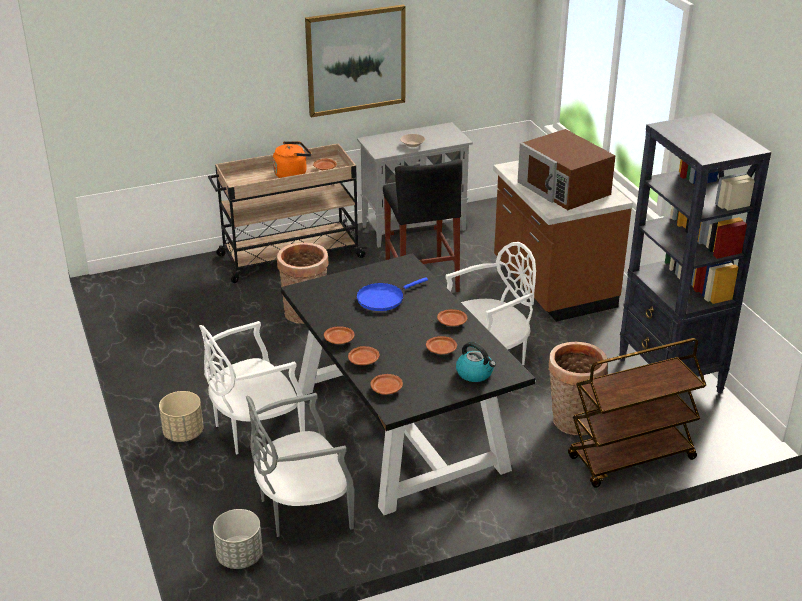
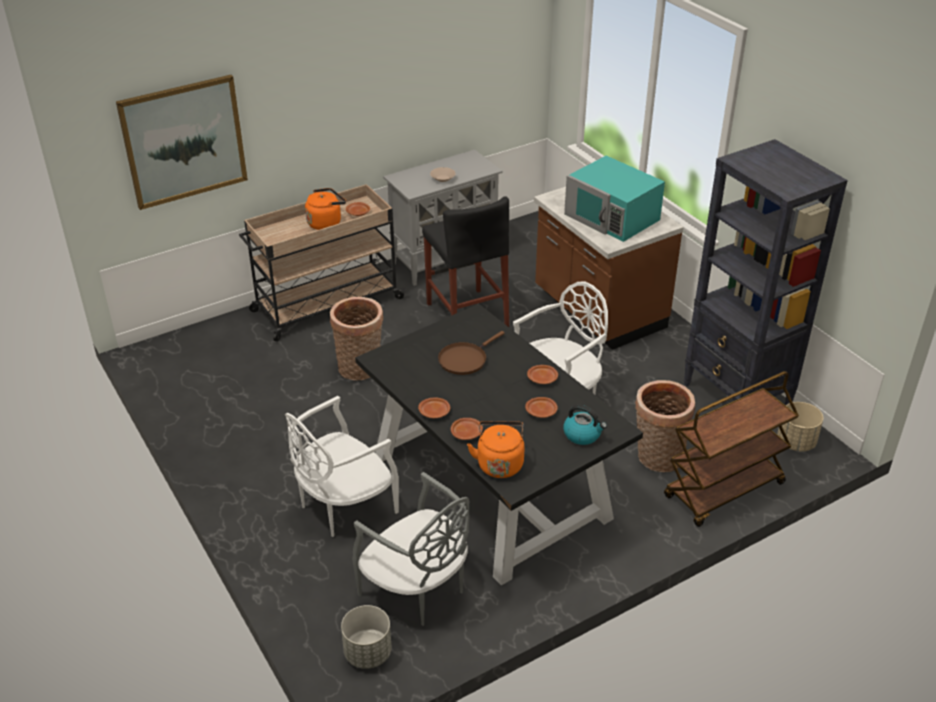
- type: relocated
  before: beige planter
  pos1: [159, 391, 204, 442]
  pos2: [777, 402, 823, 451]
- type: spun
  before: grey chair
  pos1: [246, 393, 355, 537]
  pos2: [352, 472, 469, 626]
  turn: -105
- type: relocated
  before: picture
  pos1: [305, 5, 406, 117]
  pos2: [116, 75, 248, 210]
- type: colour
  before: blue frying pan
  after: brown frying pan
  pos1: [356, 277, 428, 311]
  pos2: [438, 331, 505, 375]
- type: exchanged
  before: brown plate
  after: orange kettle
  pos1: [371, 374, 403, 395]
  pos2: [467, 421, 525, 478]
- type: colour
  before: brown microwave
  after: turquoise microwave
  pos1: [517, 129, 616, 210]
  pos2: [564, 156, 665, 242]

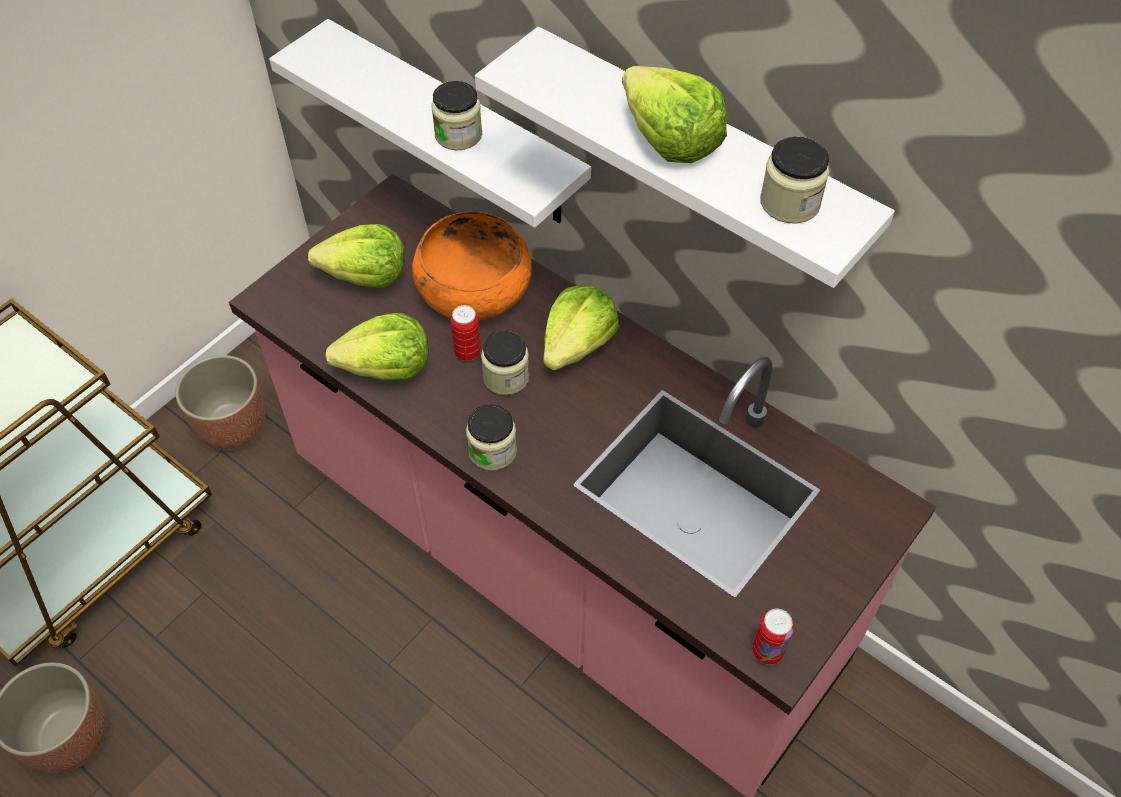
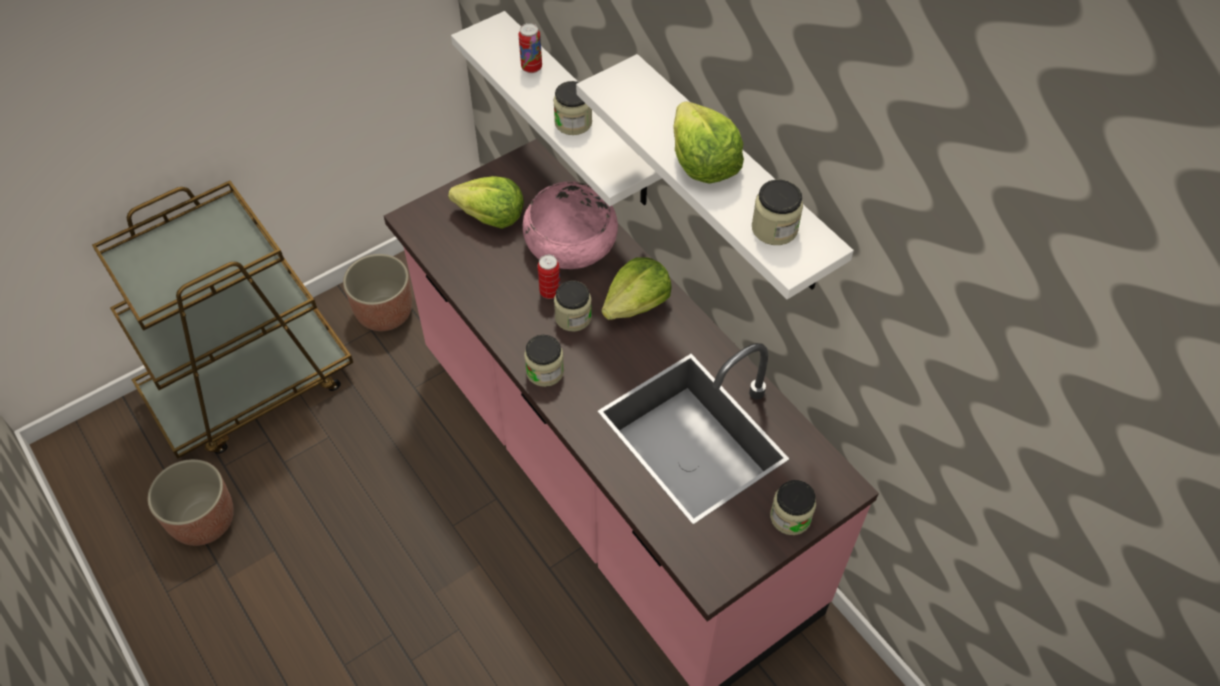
- type: missing
  before: lettuce
  pos1: [325, 313, 428, 380]
- type: colour
  before: orange bowl
  after: pink bowl
  pos1: [412, 211, 531, 320]
  pos2: [523, 182, 618, 269]
- type: relocated
  before: can
  pos1: [752, 609, 794, 665]
  pos2: [519, 23, 542, 73]
- type: appeared
  after: jar
  pos2: [770, 480, 816, 535]

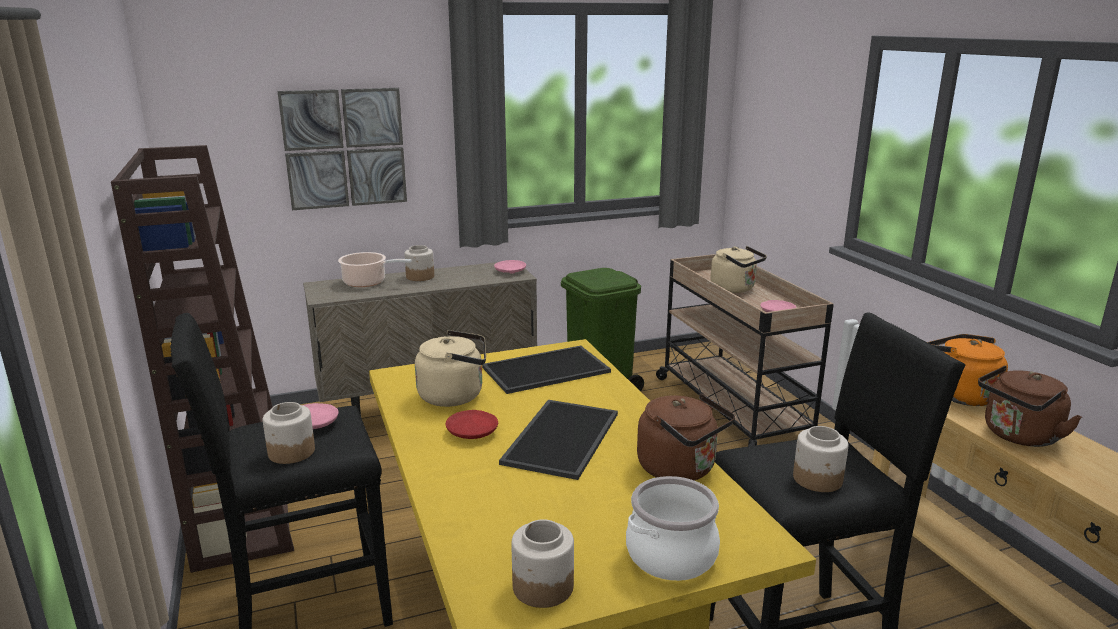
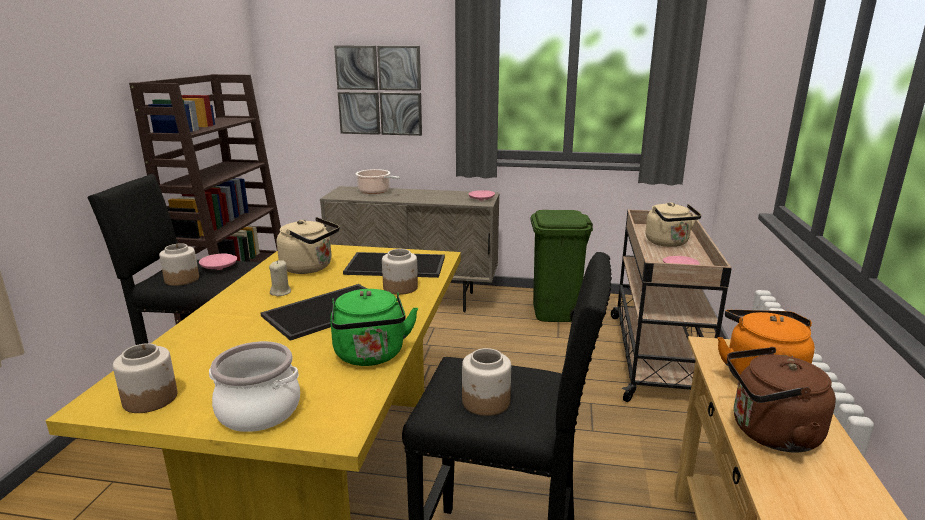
- type: relocated
  before: jar
  pos1: [404, 245, 434, 281]
  pos2: [382, 249, 418, 295]
- type: exchanged
  before: red plate
  after: beige candle
  pos1: [446, 410, 498, 439]
  pos2: [269, 260, 291, 296]
- type: colour
  before: brown kettle
  after: green kettle
  pos1: [637, 393, 735, 481]
  pos2: [330, 289, 418, 366]

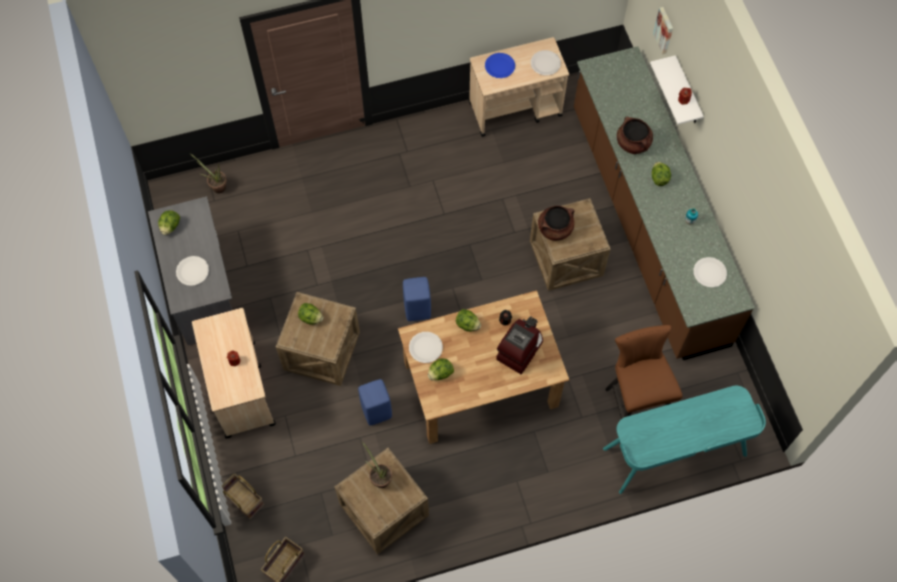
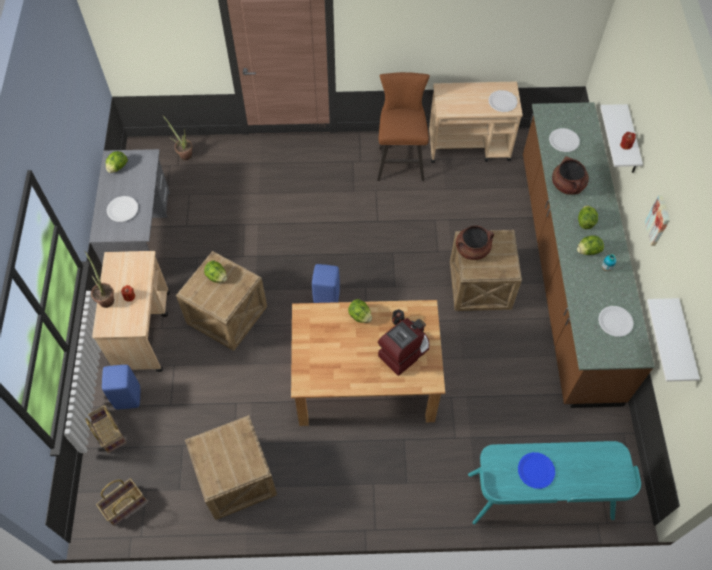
- type: relocated
  before: blue stool
  pos1: [358, 379, 392, 426]
  pos2: [102, 365, 140, 409]
- type: relocated
  before: potted plant
  pos1: [361, 441, 392, 488]
  pos2: [85, 251, 114, 308]
- type: relocated
  before: white plate
  pos1: [409, 332, 443, 363]
  pos2: [549, 128, 580, 152]
- type: relocated
  before: lettuce
  pos1: [428, 358, 454, 380]
  pos2: [577, 235, 604, 255]
- type: relocated
  before: blue plate
  pos1: [485, 53, 515, 78]
  pos2: [518, 452, 555, 489]
- type: relocated
  before: brown stool
  pos1: [605, 325, 683, 435]
  pos2: [377, 72, 430, 181]
- type: relocated
  before: picture
  pos1: [653, 7, 673, 54]
  pos2: [645, 195, 670, 246]
- type: appeared
  after: white shelf
  pos2: [647, 298, 700, 382]

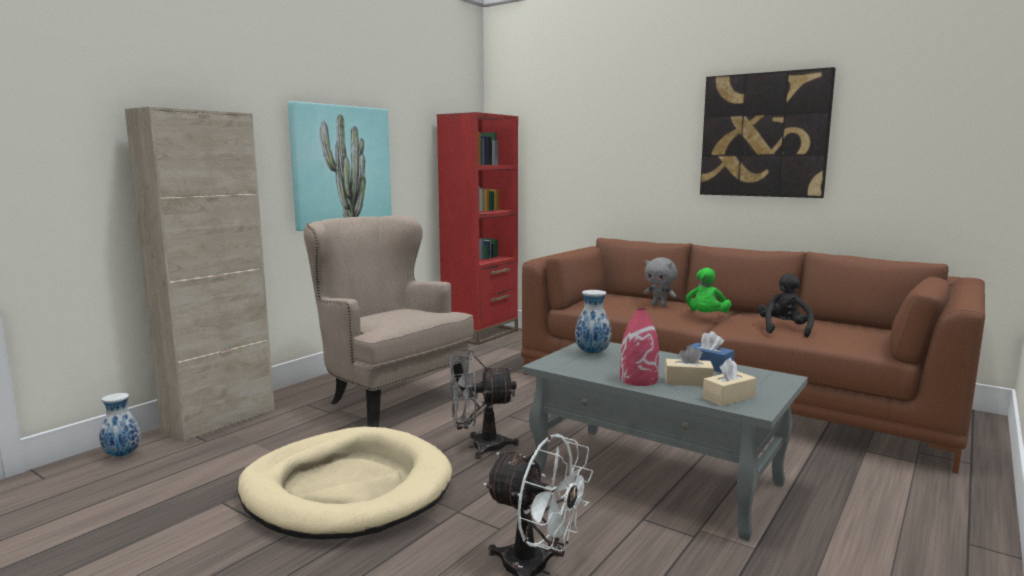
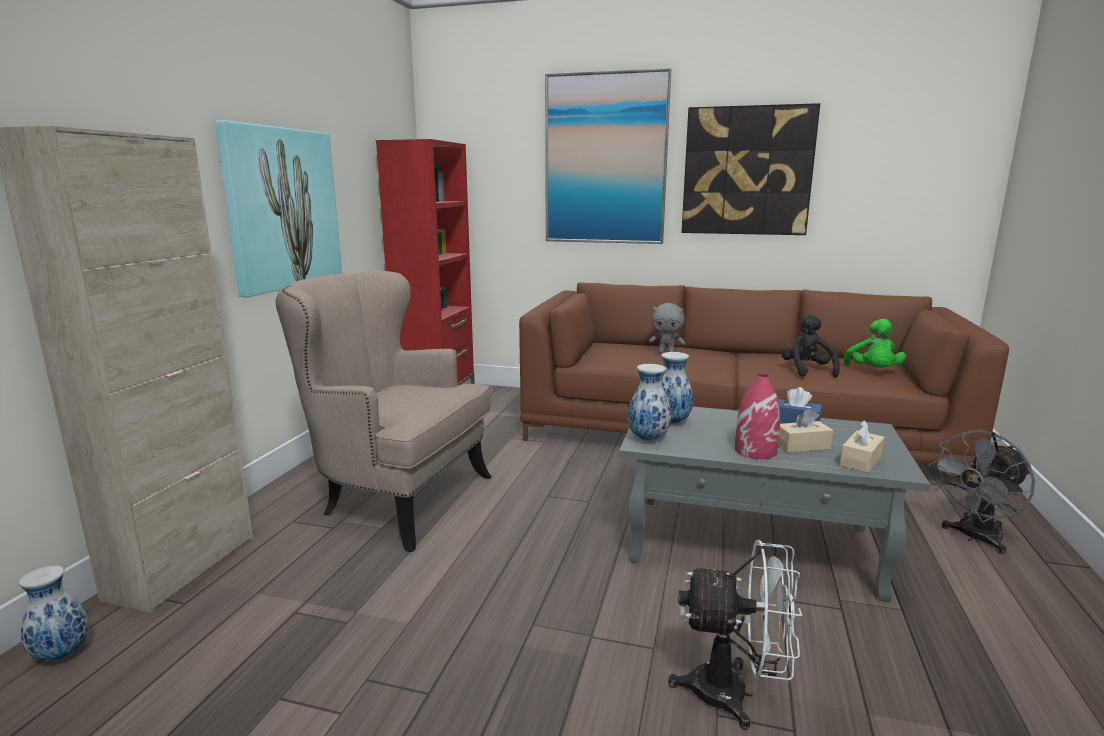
- type: missing
  before: beige dog bed
  pos1: [238, 427, 452, 540]
- type: relocated
  before: grey fan
  pos1: [450, 349, 519, 459]
  pos2: [929, 430, 1035, 554]
- type: relocated
  before: green plush toy
  pos1: [686, 268, 732, 313]
  pos2: [844, 319, 906, 367]
- type: appeared
  after: picture
  pos2: [545, 68, 671, 244]
- type: appeared
  after: vase
  pos2: [628, 364, 671, 441]

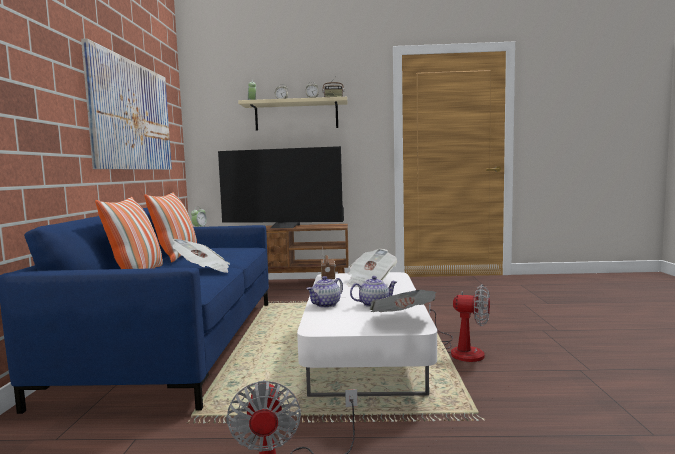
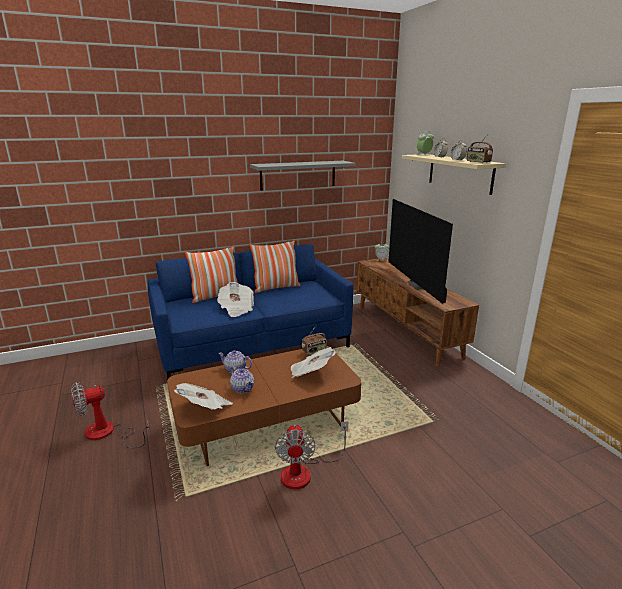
- type: exchanged
  before: picture
  after: grey shelf
  pos1: [81, 38, 172, 170]
  pos2: [250, 161, 356, 190]
- type: colour
  before: white coffee table
  after: brown coffee table
  pos1: [297, 272, 437, 397]
  pos2: [167, 346, 362, 466]

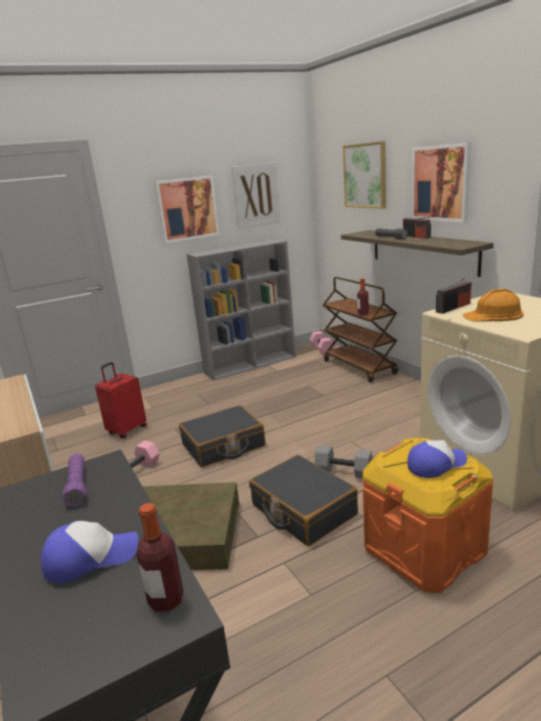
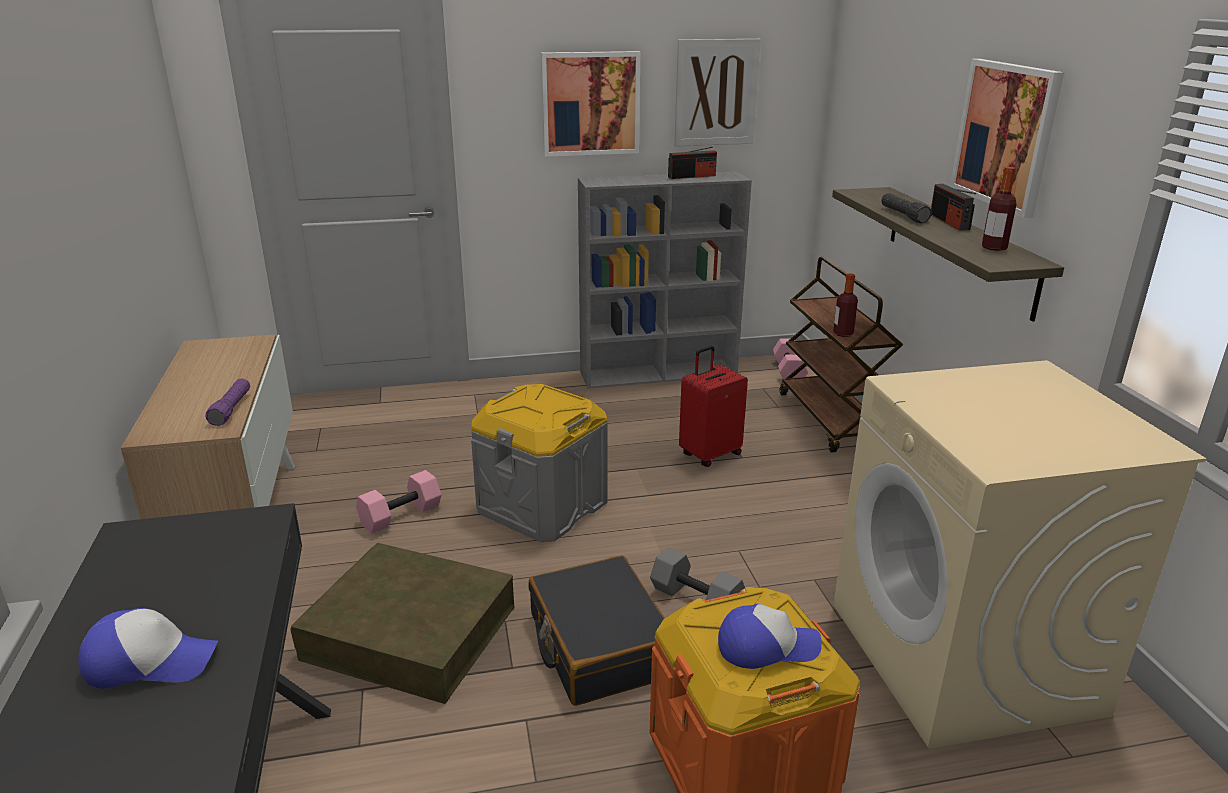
- type: relocated
  before: purple flashlight
  pos1: [63, 453, 86, 507]
  pos2: [206, 379, 250, 426]
- type: relocated
  before: red suitcase
  pos1: [95, 362, 147, 438]
  pos2: [679, 346, 748, 467]
- type: relocated
  before: bottle
  pos1: [136, 503, 184, 612]
  pos2: [982, 167, 1017, 251]
- type: exchanged
  before: black suitcase
  after: grey storage box
  pos1: [179, 405, 265, 467]
  pos2: [471, 384, 608, 542]
- type: missing
  before: picture
  pos1: [343, 141, 386, 209]
- type: relocated
  before: radio
  pos1: [436, 278, 471, 314]
  pos2: [668, 146, 717, 179]
- type: missing
  before: orange hard hat
  pos1: [463, 289, 524, 322]

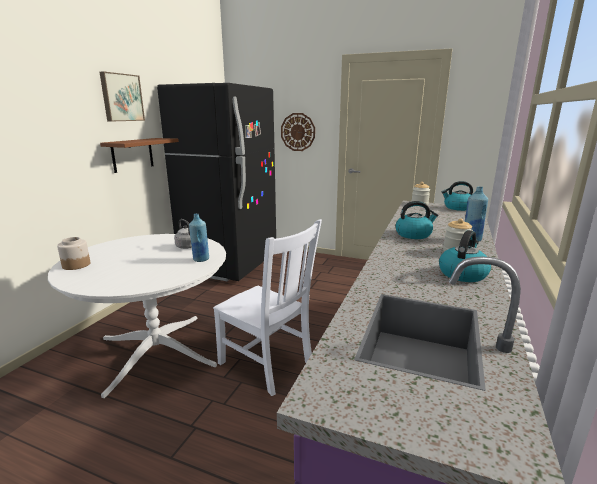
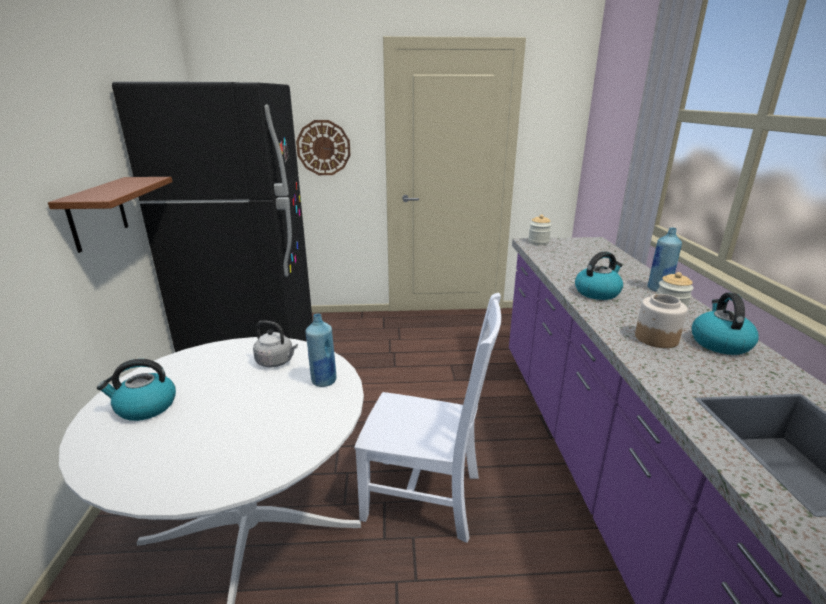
- type: relocated
  before: jar
  pos1: [57, 237, 90, 270]
  pos2: [635, 294, 688, 348]
- type: missing
  before: picture
  pos1: [100, 71, 145, 122]
- type: relocated
  before: kettle
  pos1: [442, 181, 473, 211]
  pos2: [97, 359, 176, 421]

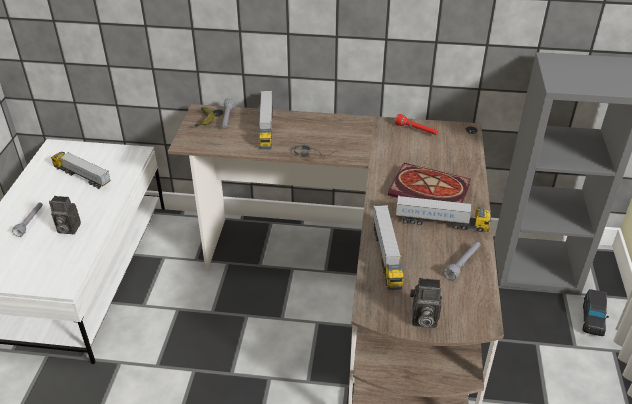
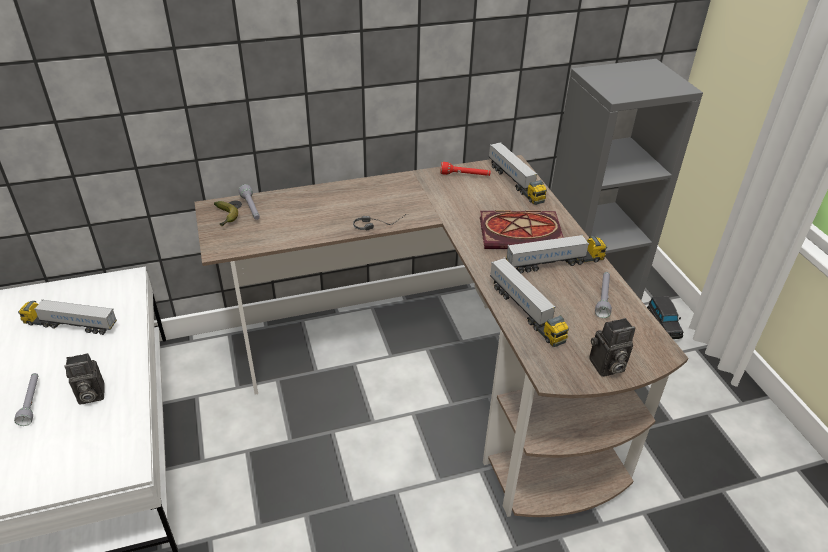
- type: relocated
  before: toy truck
  pos1: [259, 91, 273, 149]
  pos2: [489, 142, 547, 205]

